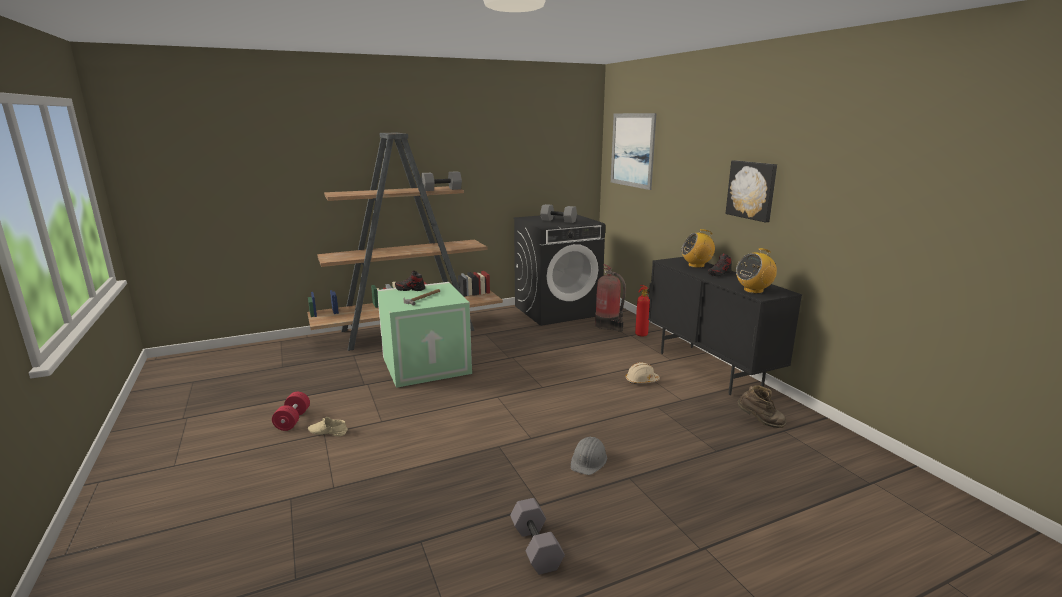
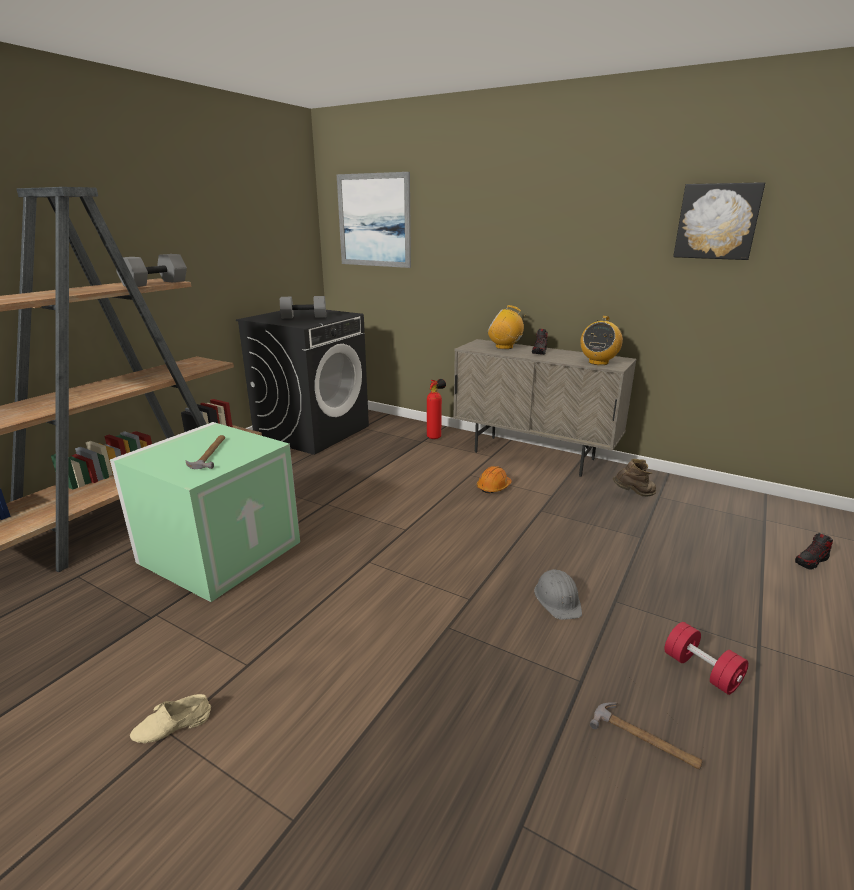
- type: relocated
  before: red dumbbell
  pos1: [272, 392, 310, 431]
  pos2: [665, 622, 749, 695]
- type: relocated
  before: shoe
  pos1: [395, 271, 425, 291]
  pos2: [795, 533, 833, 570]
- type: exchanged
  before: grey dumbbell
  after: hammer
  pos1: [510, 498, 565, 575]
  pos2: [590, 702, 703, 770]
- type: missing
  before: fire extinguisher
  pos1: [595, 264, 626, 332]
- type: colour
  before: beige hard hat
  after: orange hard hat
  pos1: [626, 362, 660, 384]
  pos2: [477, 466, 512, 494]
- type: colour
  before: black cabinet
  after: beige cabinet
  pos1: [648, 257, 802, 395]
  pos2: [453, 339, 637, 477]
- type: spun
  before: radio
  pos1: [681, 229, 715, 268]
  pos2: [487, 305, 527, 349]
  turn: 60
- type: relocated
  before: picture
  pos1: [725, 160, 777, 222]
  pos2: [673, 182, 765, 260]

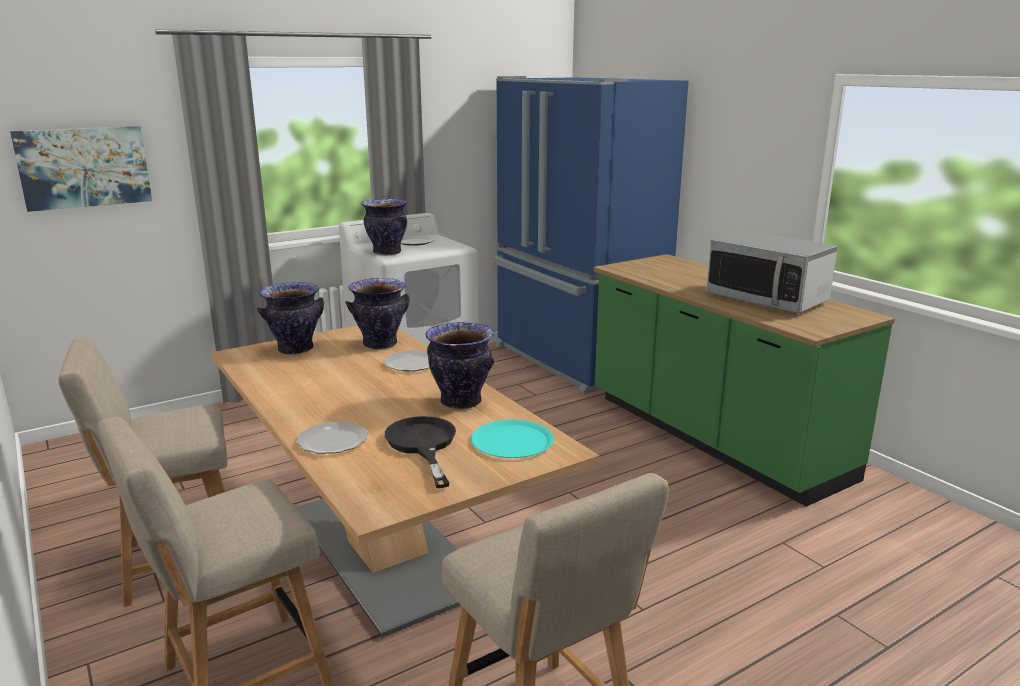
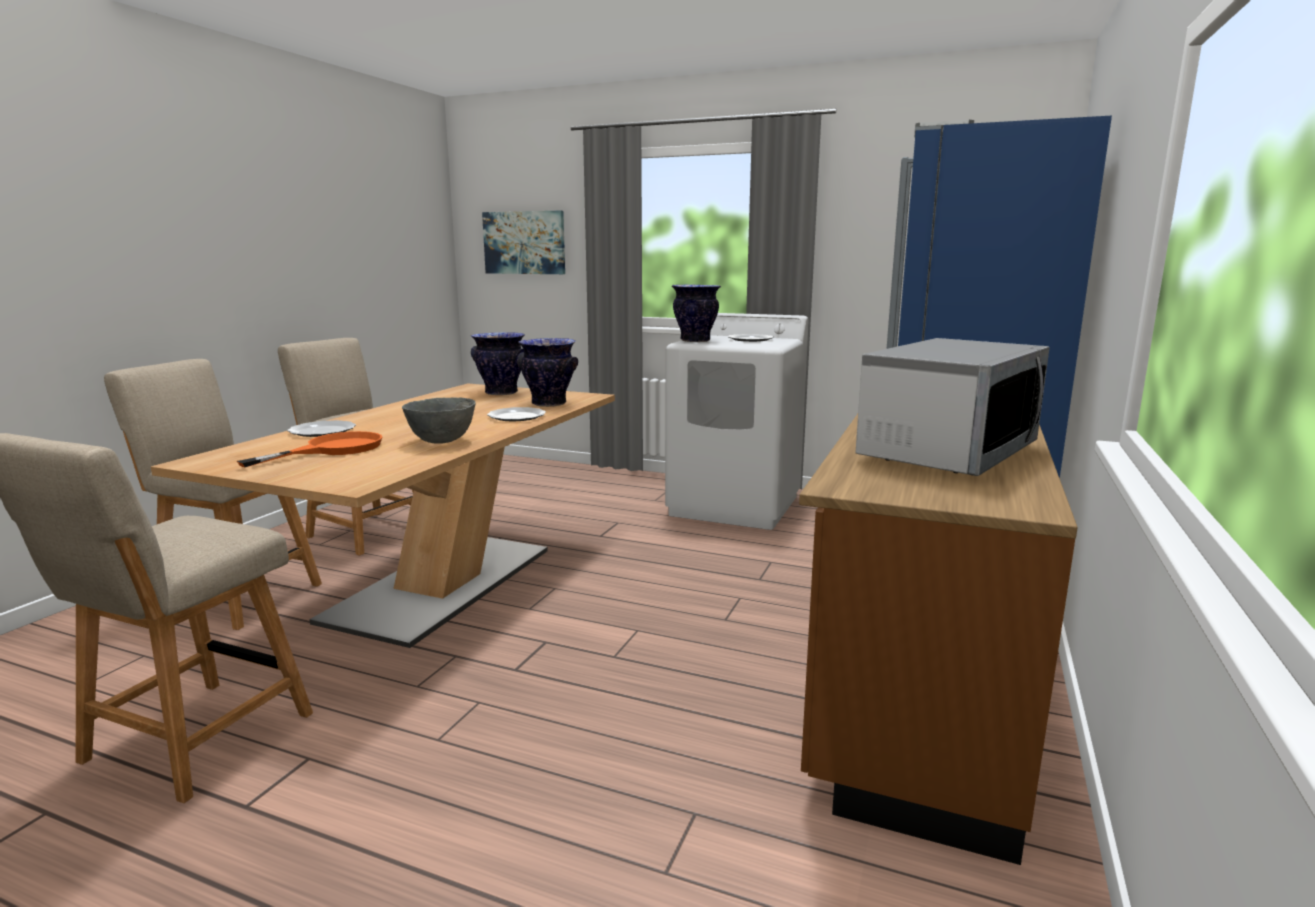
- type: colour
  before: black frying pan
  after: orange frying pan
  pos1: [385, 416, 456, 488]
  pos2: [237, 431, 382, 467]
- type: exchanged
  before: vase
  after: grey bowl
  pos1: [426, 322, 494, 410]
  pos2: [402, 397, 476, 444]
- type: missing
  before: turquoise plate
  pos1: [471, 420, 554, 458]
- type: colour
  before: green counter
  after: brown counter
  pos1: [593, 254, 895, 507]
  pos2: [799, 414, 1078, 865]
- type: spun
  before: microwave
  pos1: [706, 230, 838, 313]
  pos2: [855, 338, 1050, 476]
  turn: -150

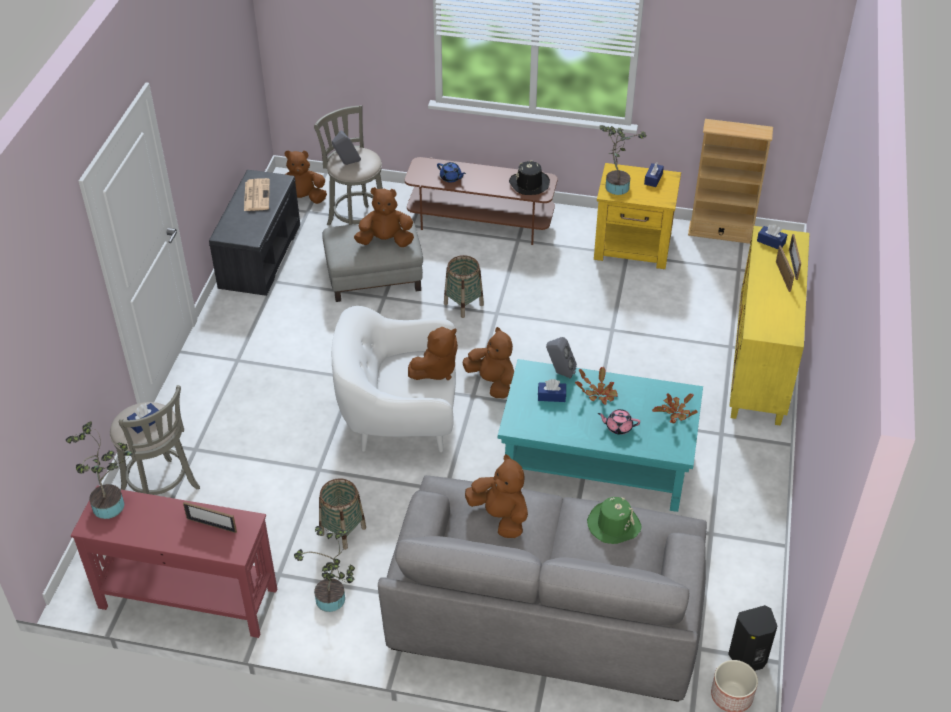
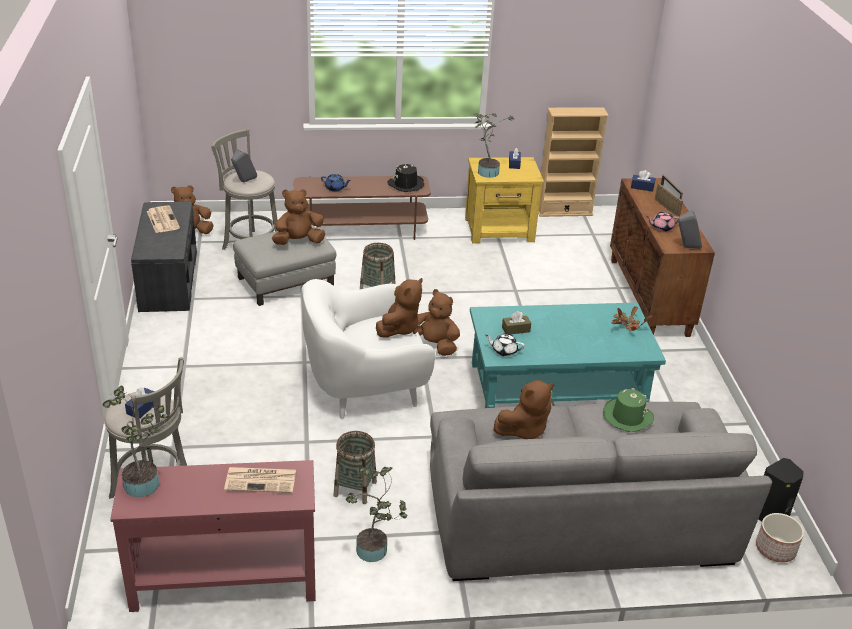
- type: exchanged
  before: picture frame
  after: newspaper
  pos1: [183, 502, 237, 533]
  pos2: [224, 467, 296, 493]
- type: spun
  before: brown plush toy
  pos1: [465, 454, 528, 538]
  pos2: [493, 380, 554, 439]
  turn: 120
- type: colour
  before: blue tissue box
  after: brown tissue box
  pos1: [538, 379, 566, 402]
  pos2: [502, 311, 531, 334]
- type: relocated
  before: grey speaker
  pos1: [546, 337, 577, 379]
  pos2: [678, 210, 702, 249]
- type: missing
  before: potted plant
  pos1: [575, 367, 618, 405]
- type: relocated
  before: pink teapot
  pos1: [598, 409, 640, 435]
  pos2: [647, 212, 679, 232]
- type: colour
  before: yellow cabinet
  after: brown cabinet
  pos1: [729, 226, 810, 426]
  pos2: [610, 178, 715, 337]
- type: appeared
  after: white teapot
  pos2: [485, 334, 525, 357]

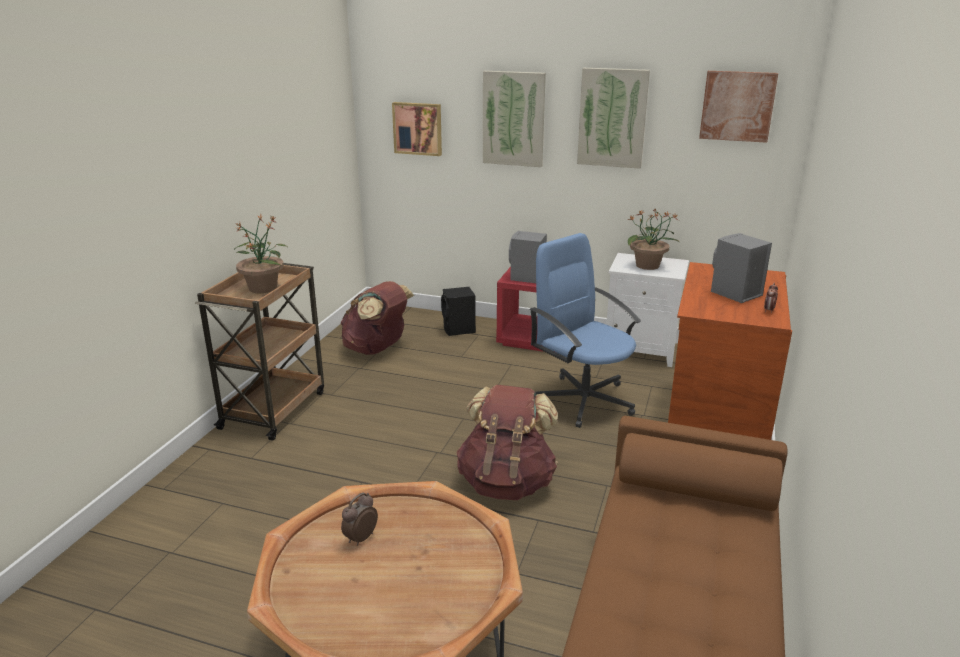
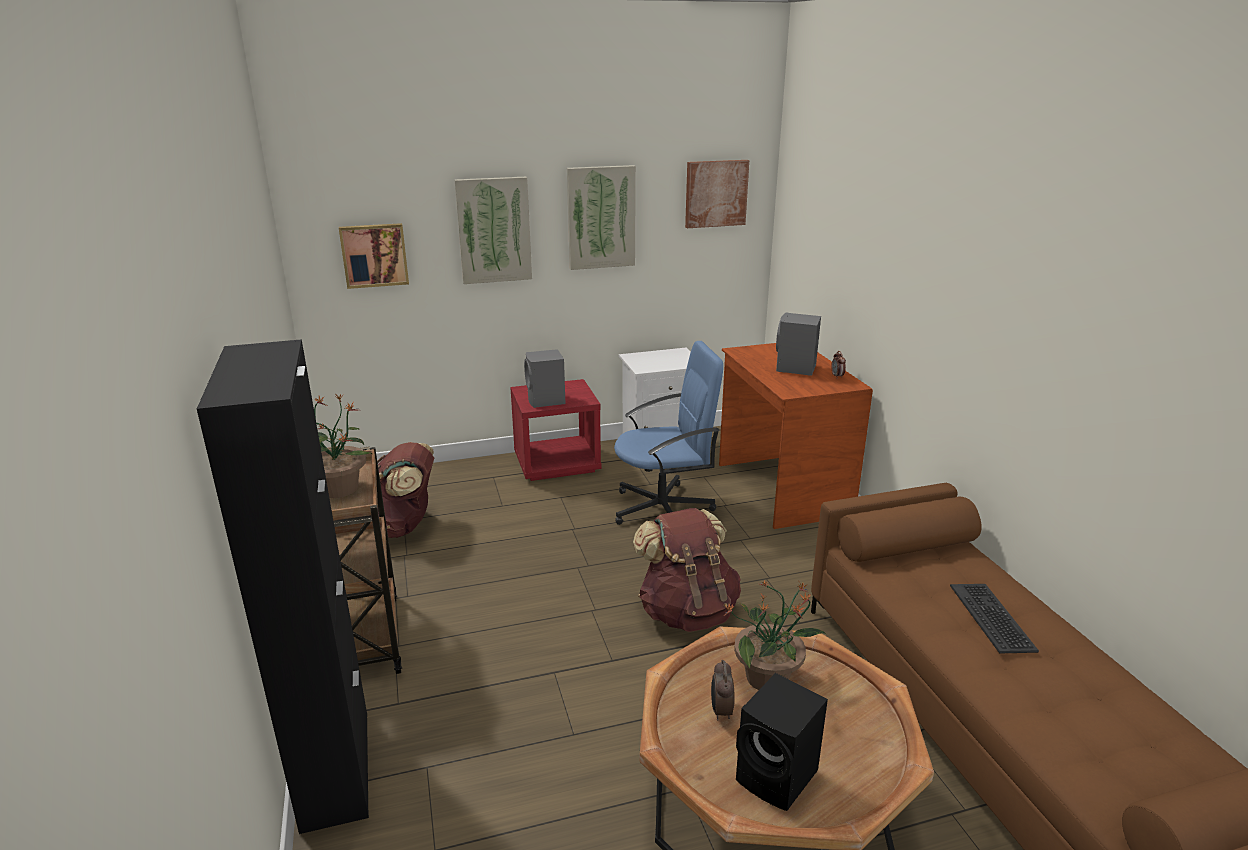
- type: relocated
  before: black speaker
  pos1: [441, 287, 476, 336]
  pos2: [736, 673, 828, 811]
- type: spun
  before: blue office chair
  pos1: [530, 233, 641, 428]
  pos2: [614, 341, 723, 525]
  turn: 150
- type: relocated
  before: potted plant
  pos1: [627, 209, 680, 270]
  pos2: [724, 580, 826, 690]
- type: appeared
  after: black cabinet
  pos2: [197, 339, 369, 834]
- type: appeared
  after: keyboard
  pos2: [950, 584, 1039, 654]

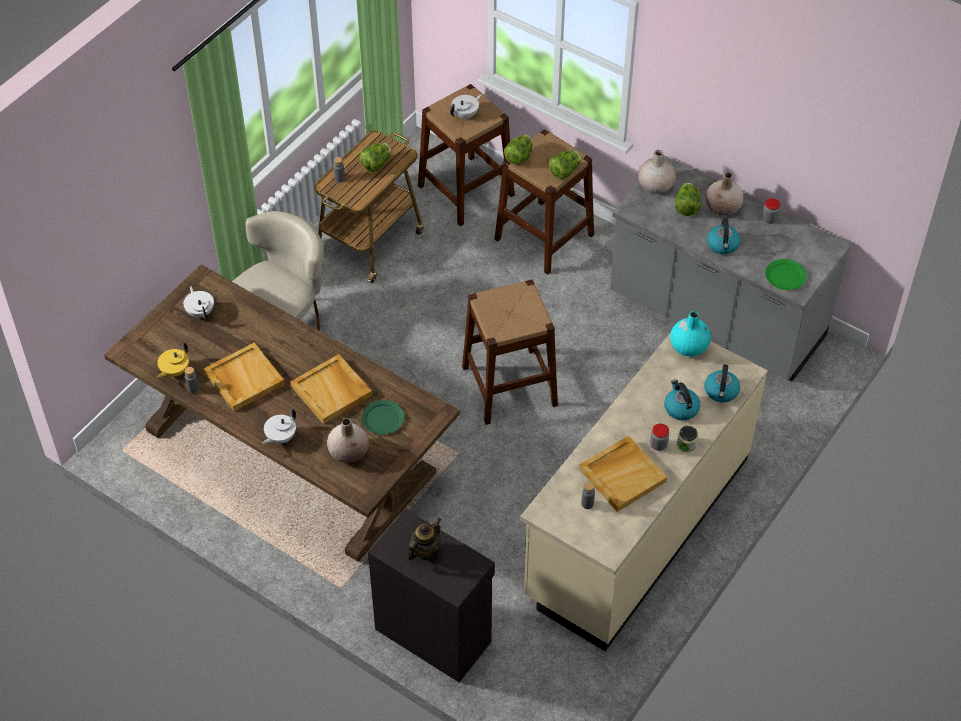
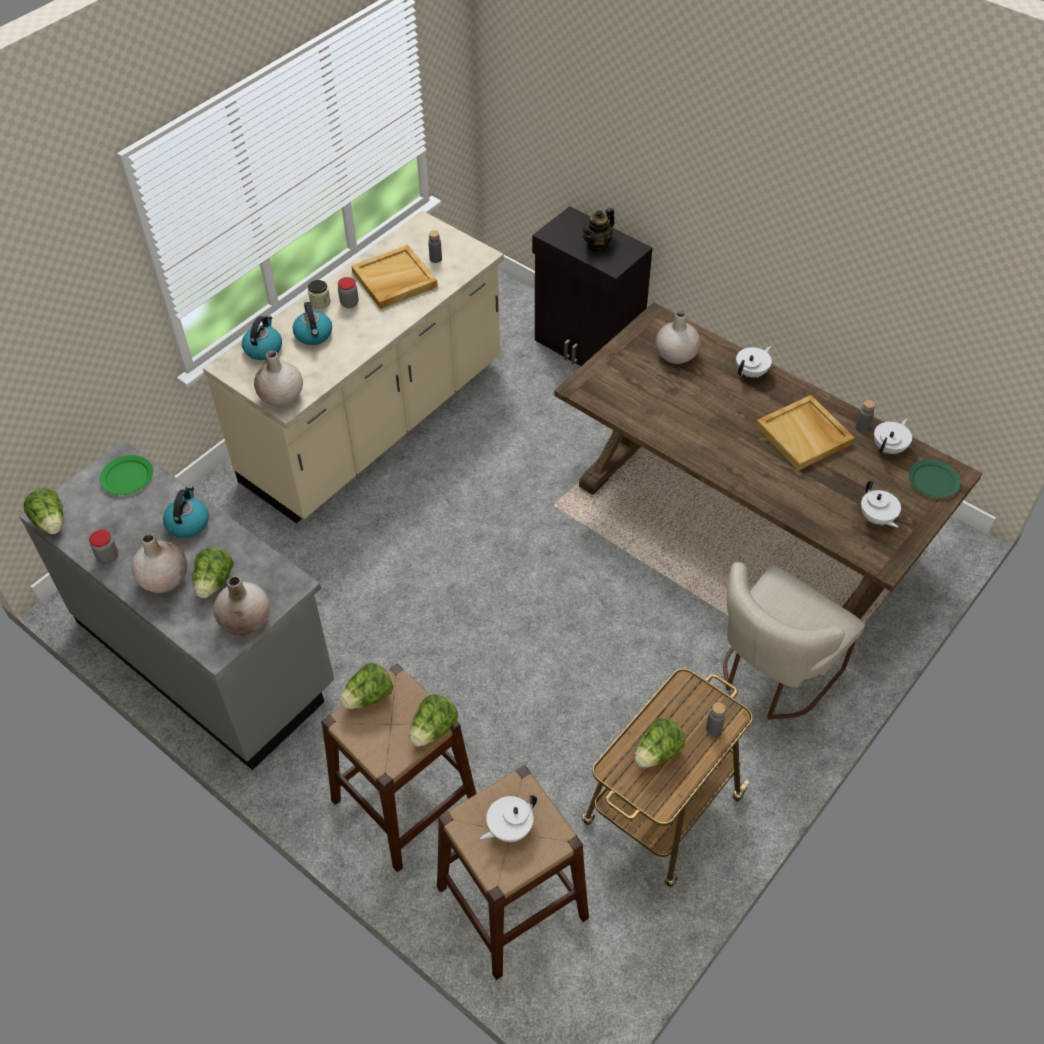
- type: colour
  before: yellow teapot
  after: white teapot
  pos1: [157, 343, 189, 377]
  pos2: [874, 418, 912, 454]
- type: missing
  before: beige tray
  pos1: [290, 354, 372, 424]
- type: relocated
  before: green plate
  pos1: [361, 400, 405, 435]
  pos2: [909, 459, 961, 498]
- type: missing
  before: brown stool
  pos1: [462, 280, 558, 425]
- type: colour
  before: turquoise vase
  after: beige vase
  pos1: [670, 311, 711, 357]
  pos2: [254, 351, 303, 407]
- type: appeared
  after: lettuce
  pos2: [24, 488, 63, 534]

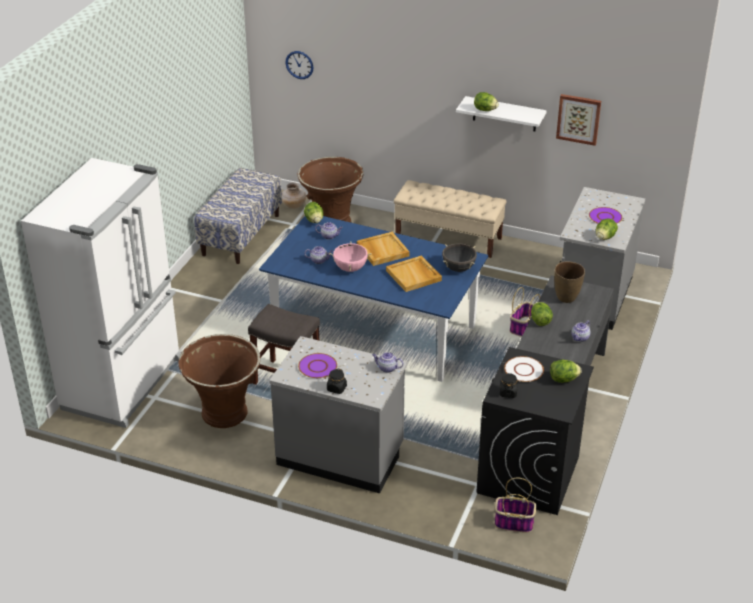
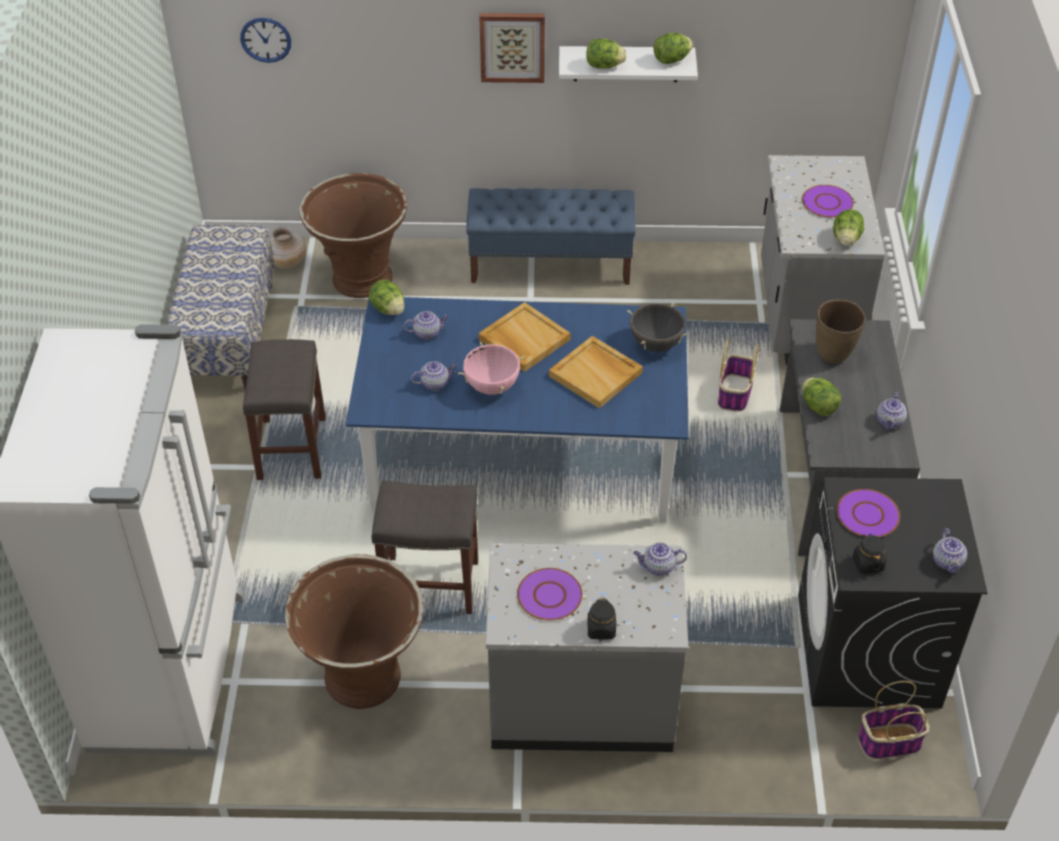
- type: colour
  before: beige bench
  after: blue bench
  pos1: [394, 180, 507, 258]
  pos2: [466, 188, 636, 285]
- type: colour
  before: white plate
  after: purple plate
  pos1: [504, 356, 544, 382]
  pos2: [836, 489, 900, 537]
- type: relocated
  before: lettuce
  pos1: [550, 360, 582, 383]
  pos2: [653, 33, 693, 64]
- type: relocated
  before: picture
  pos1: [556, 94, 601, 146]
  pos2: [479, 13, 545, 83]
- type: appeared
  after: grey stool
  pos2: [243, 339, 326, 480]
- type: appeared
  after: teapot
  pos2: [933, 528, 967, 574]

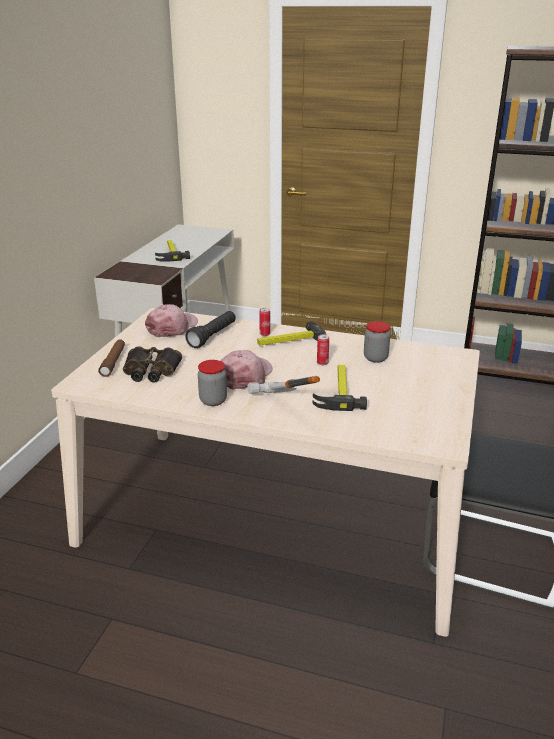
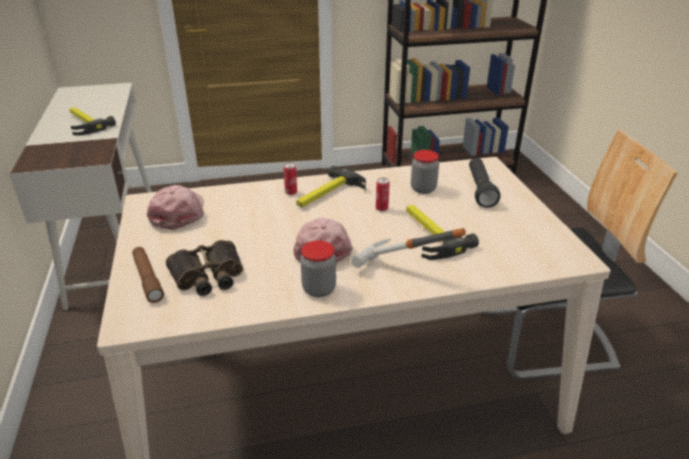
- type: relocated
  before: black flashlight
  pos1: [185, 311, 236, 348]
  pos2: [469, 158, 500, 208]

